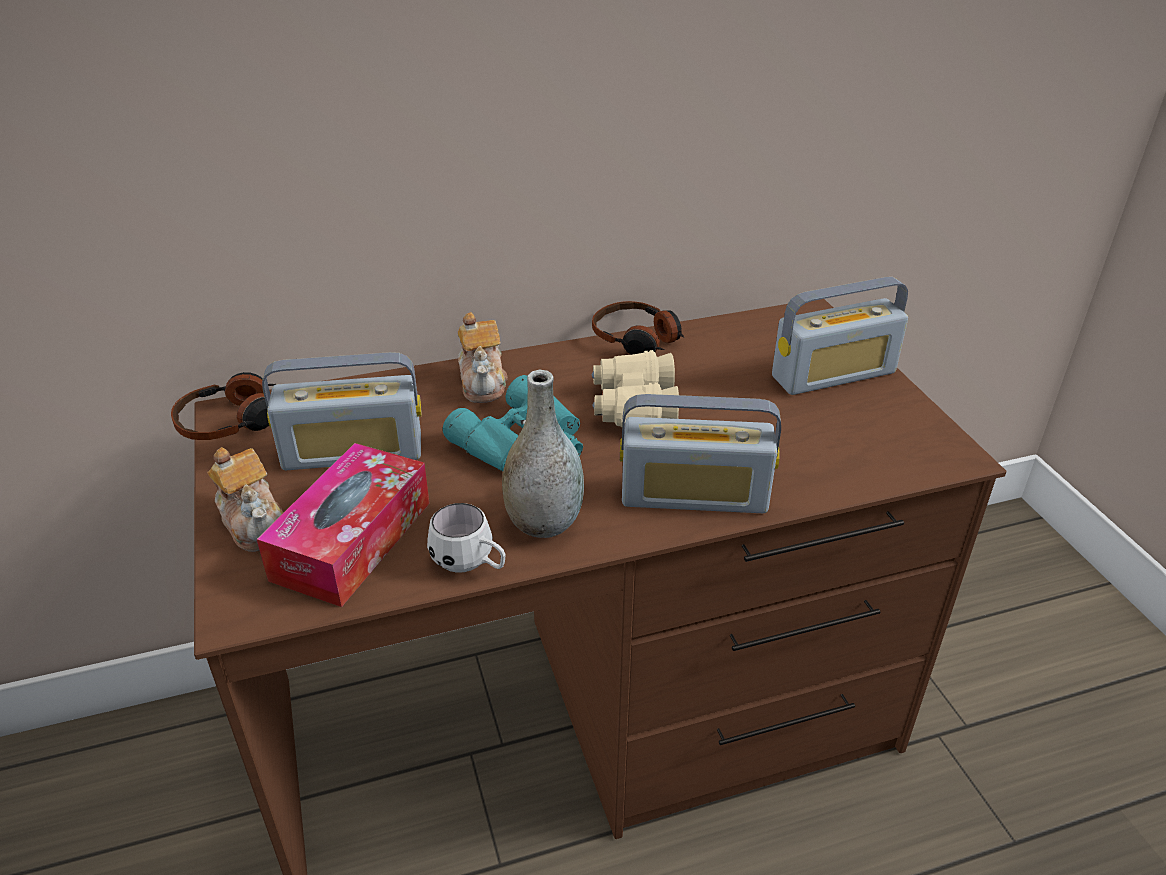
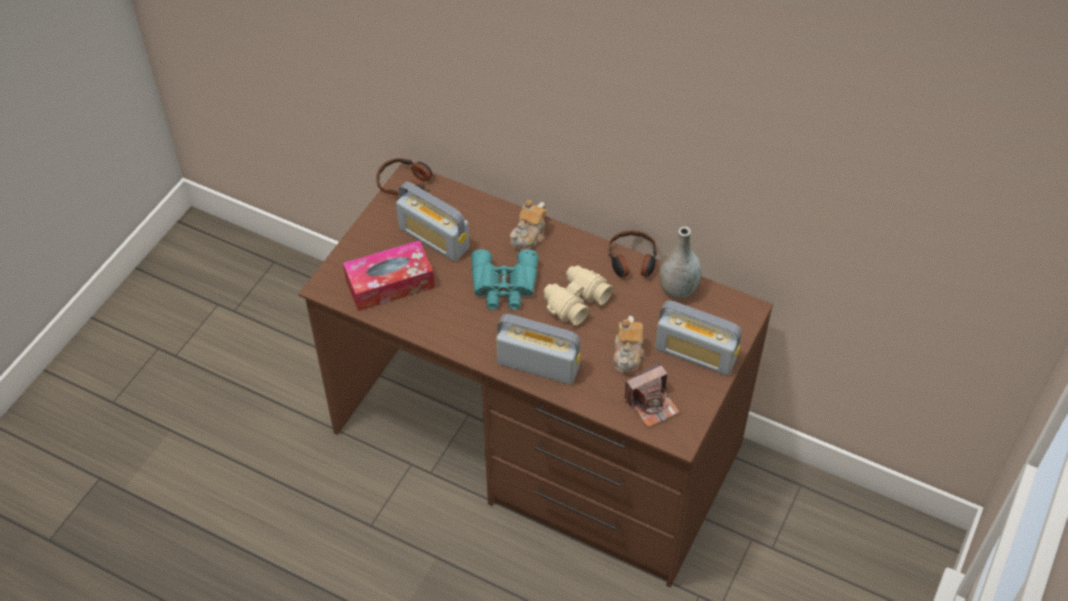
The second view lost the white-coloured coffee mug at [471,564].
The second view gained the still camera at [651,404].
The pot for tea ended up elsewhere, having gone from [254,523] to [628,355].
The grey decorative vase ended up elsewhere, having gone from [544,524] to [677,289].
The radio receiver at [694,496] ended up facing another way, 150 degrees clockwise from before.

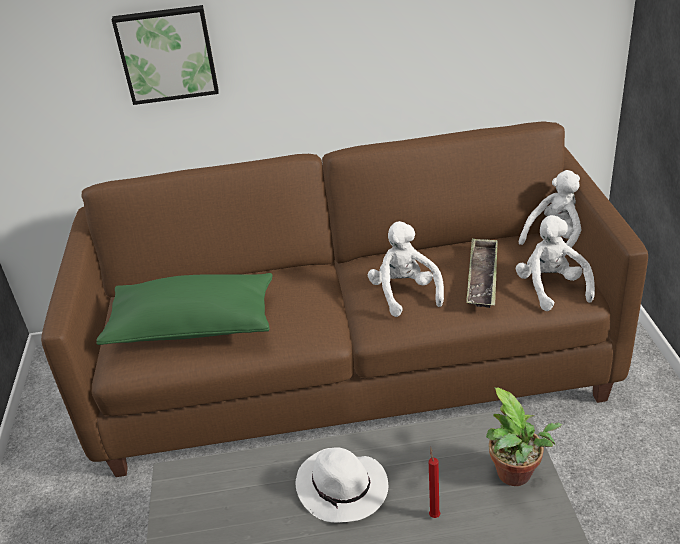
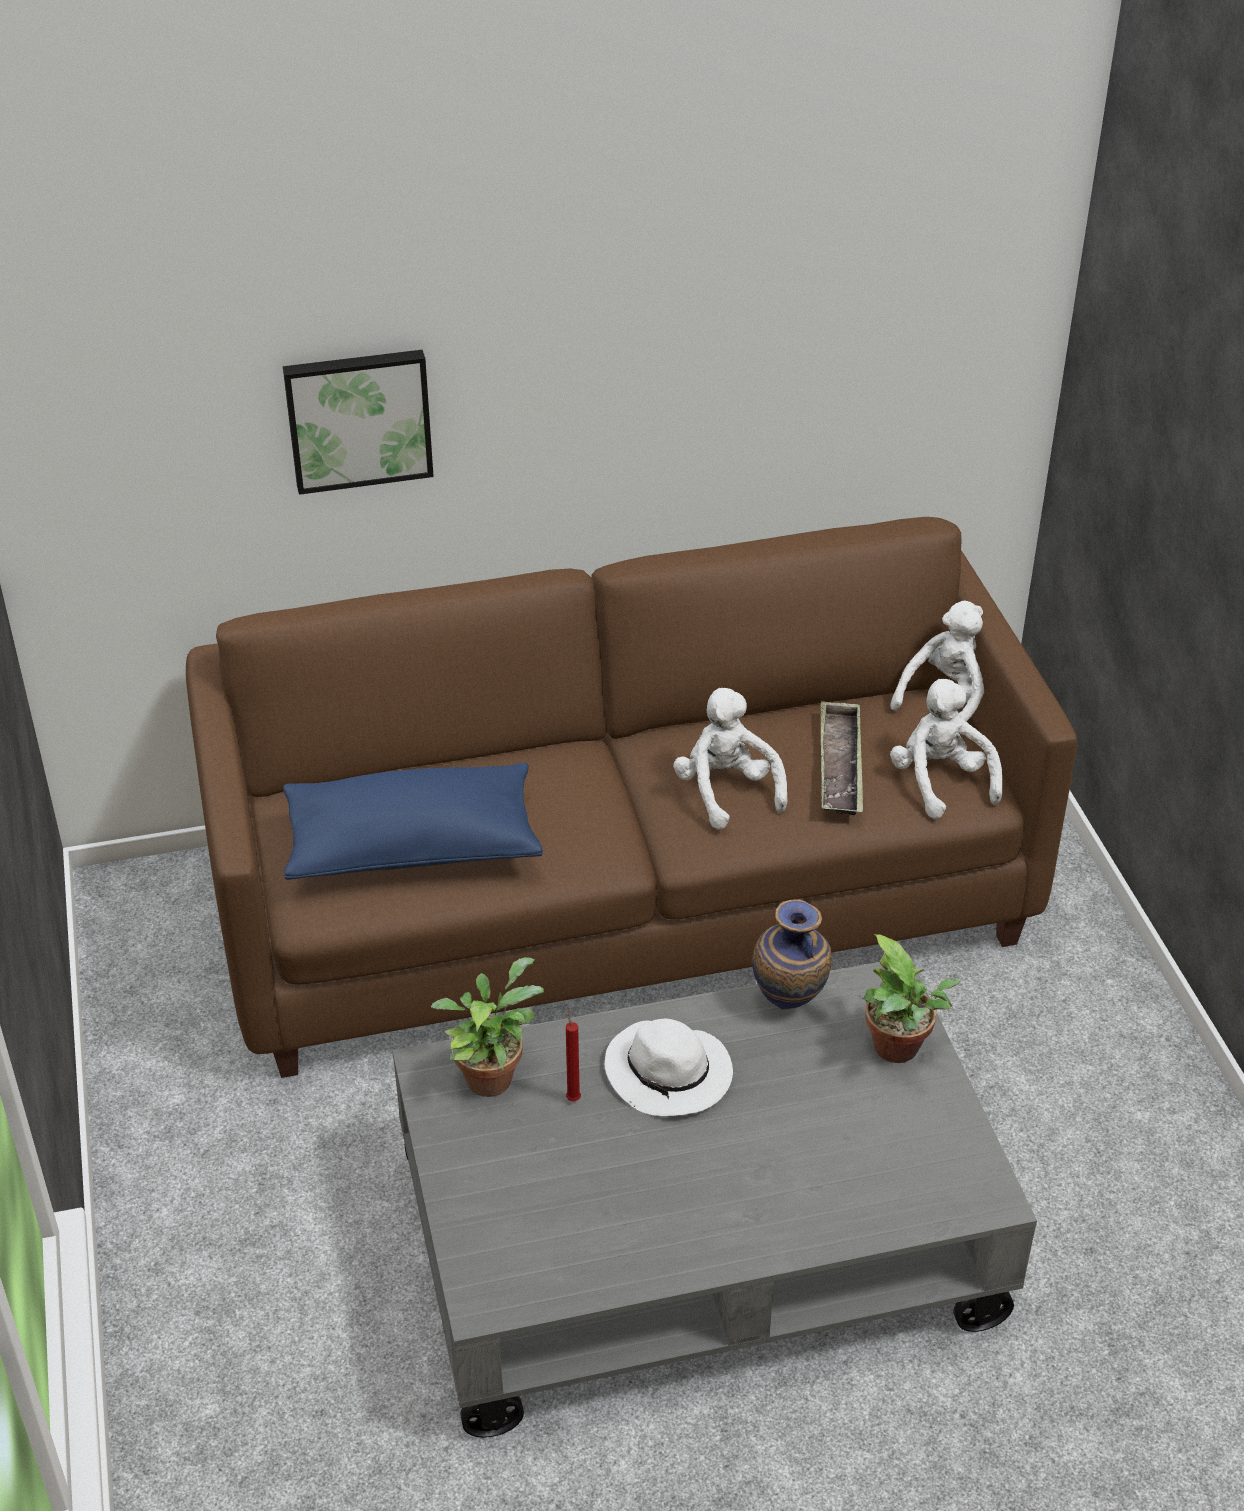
The second view gained the plant in a pot at [490,1074].
The second view gained the decorative vase at [789,1003].
The reddish wax candle ended up elsewhere, having gone from [434,514] to [573,1097].
What was the green pillow at [193,326] turned into the blue pillow at [413,847].

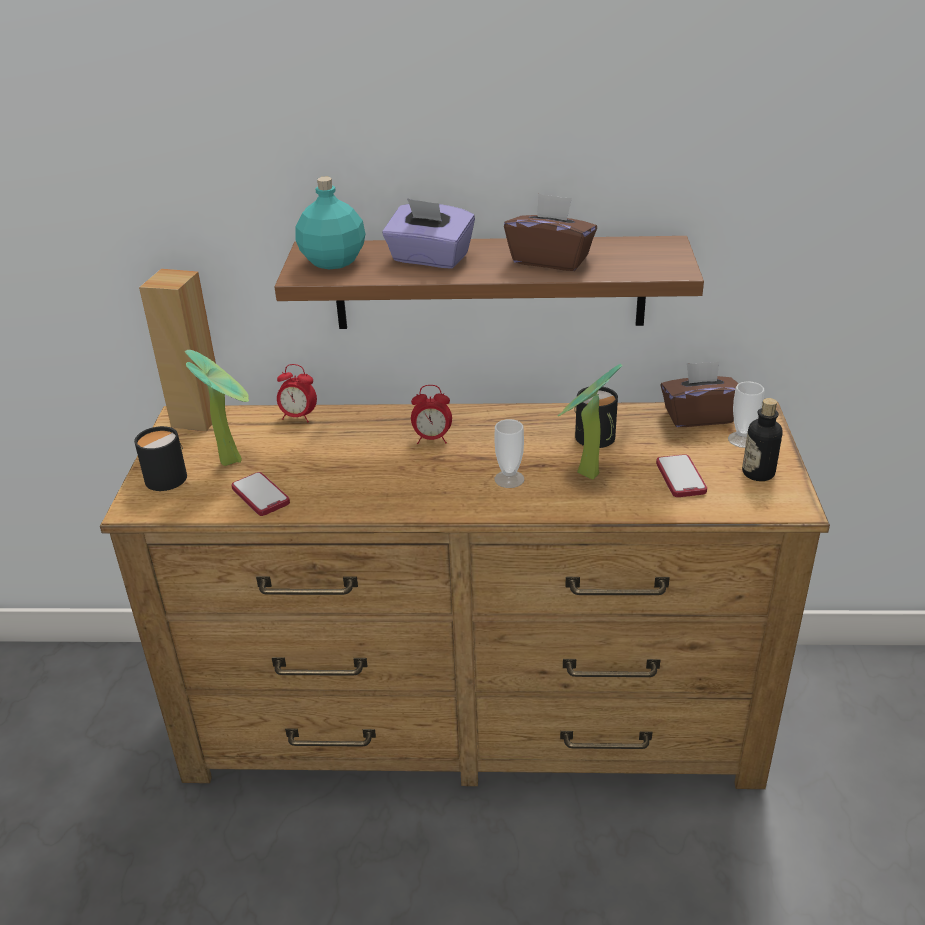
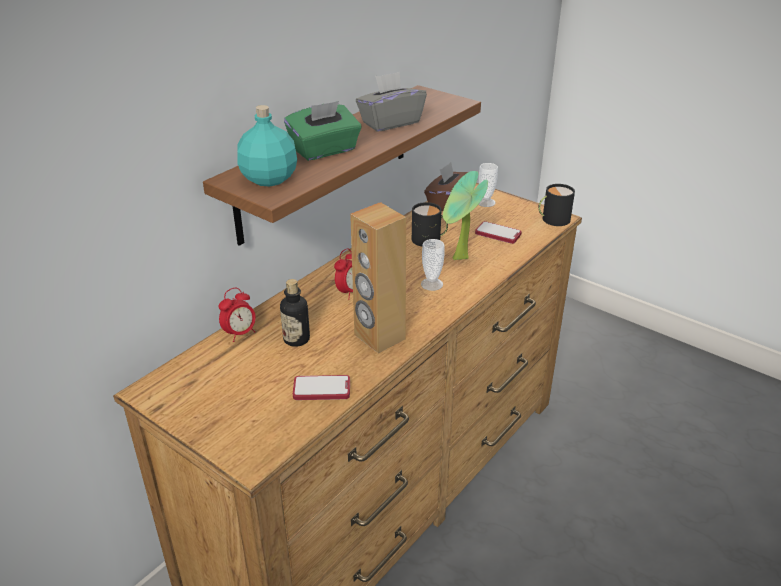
The second view lost the plant in a pot at [233,458].
The black coffee mug ended up elsewhere, having gone from [163,476] to [553,219].
The brown speaker ended up elsewhere, having gone from [197,418] to [379,337].
The bottle ended up elsewhere, having gone from [758,473] to [296,339].
What was the purplish tissue holder at [429,259] turned into the green tissue holder at [324,150].
What was the brown tissue holder at [550,260] turned into the grey tissue holder at [390,122].

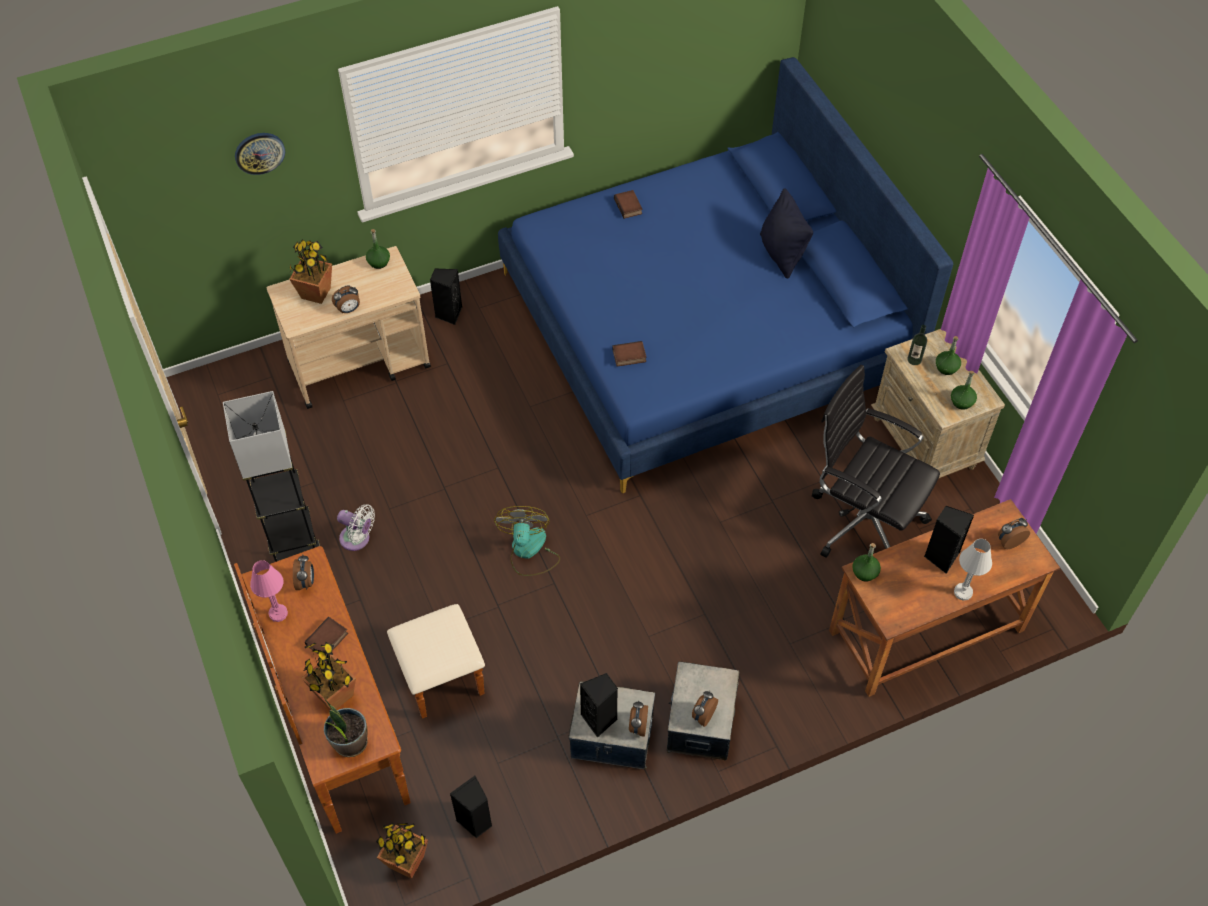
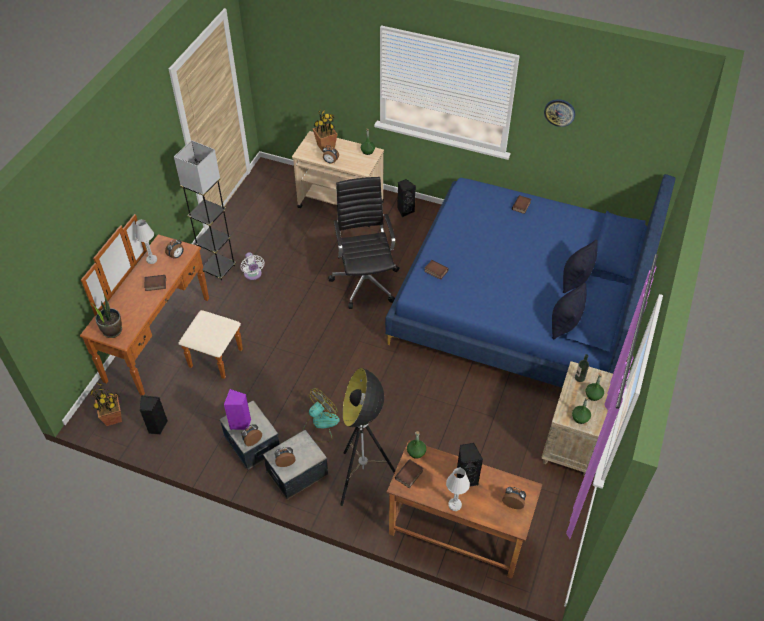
The second view lost the plant in a pot at [335,696].
The second view gained the standard lamp at [364,479].
The second view gained the book at [409,475].
The second view gained the black pillow at [564,324].
The wall clock ended up elsewhere, having gone from [259,152] to [559,112].
The cooling fan ended up elsewhere, having gone from [529,551] to [320,424].
The black desk chair ended up elsewhere, having gone from [863,520] to [365,281].
What was the pink lamp for a table at [278,613] turned into the white-coloured lamp for a table at [151,260].
What was the black speaker at [600,719] turned into the purplish speaker at [240,423].

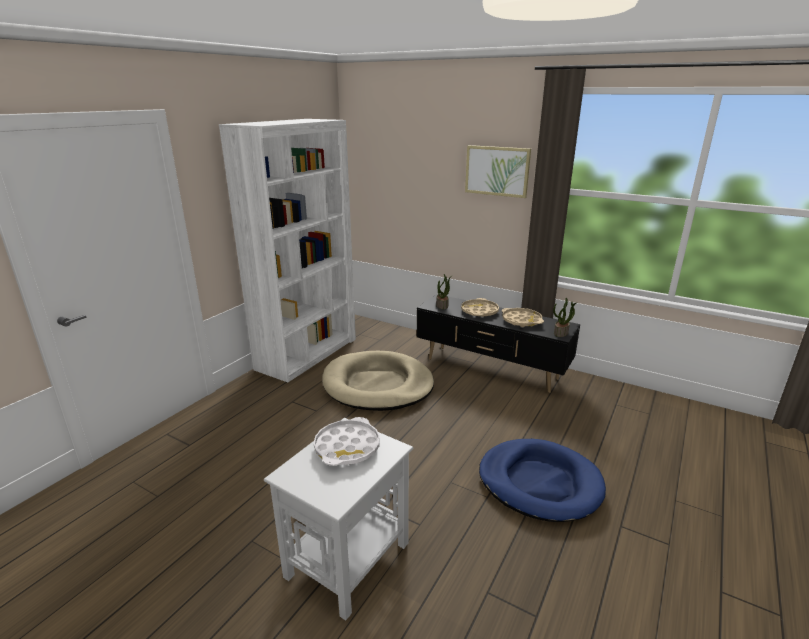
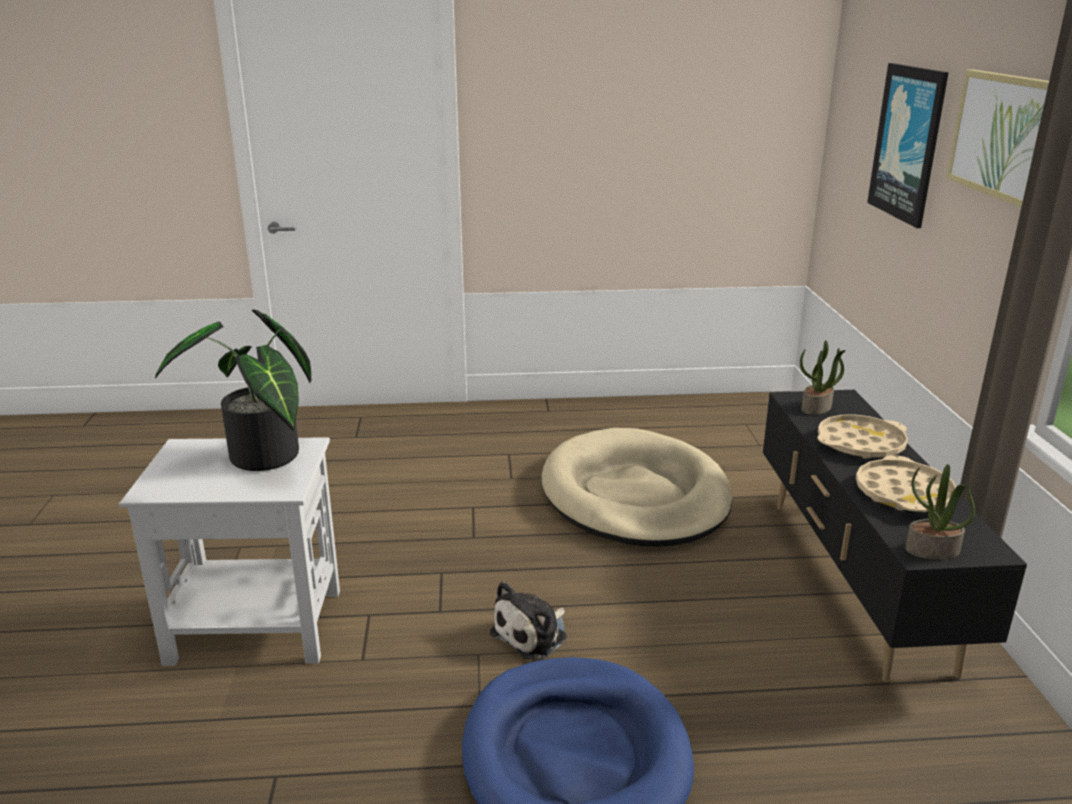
The second view lost the white-coloured shelving unit at [308,353].
The second view gained the plush toy at [533,634].
The second view gained the wall art at [908,143].
Where the white-coloured serving tray stood at [347,447], the plant in a pot came to stand at [263,460].

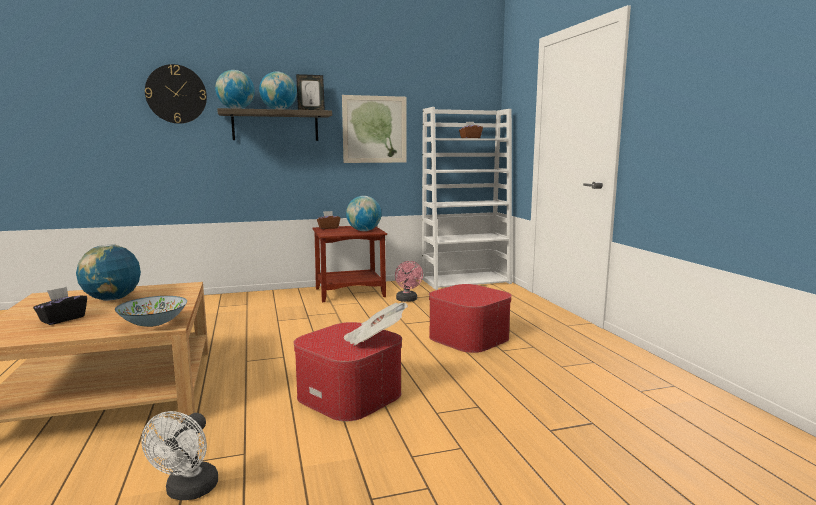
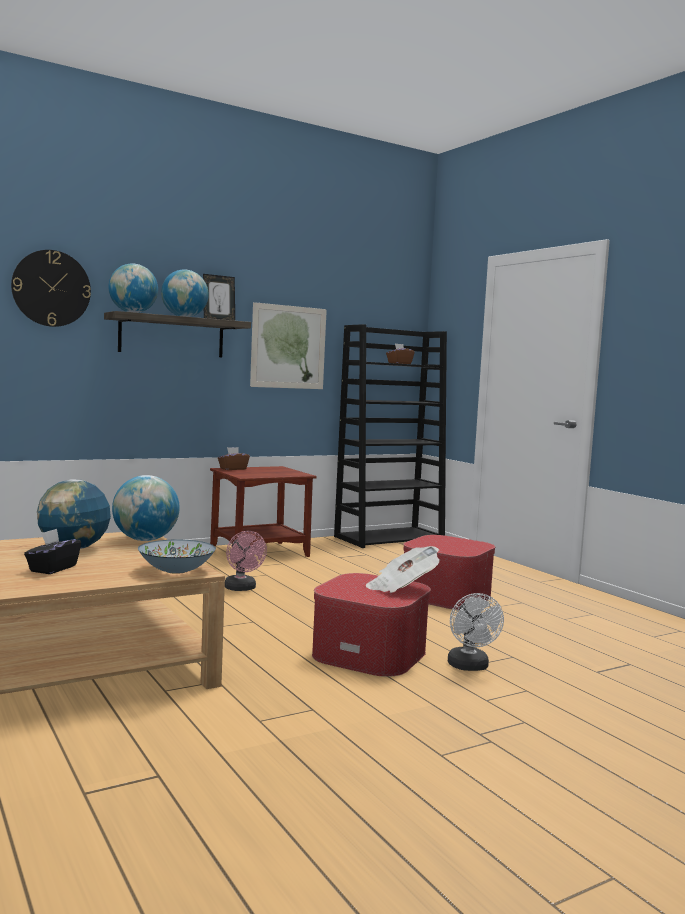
The white-coloured cooling fan ended up elsewhere, having gone from [188,492] to [470,667].
The world globe ended up elsewhere, having gone from [364,231] to [145,540].
The pink cooling fan ended up elsewhere, having gone from [407,300] to [242,589].
What was the white-coloured shelving unit at [466,281] turned into the black shelving unit at [390,538].

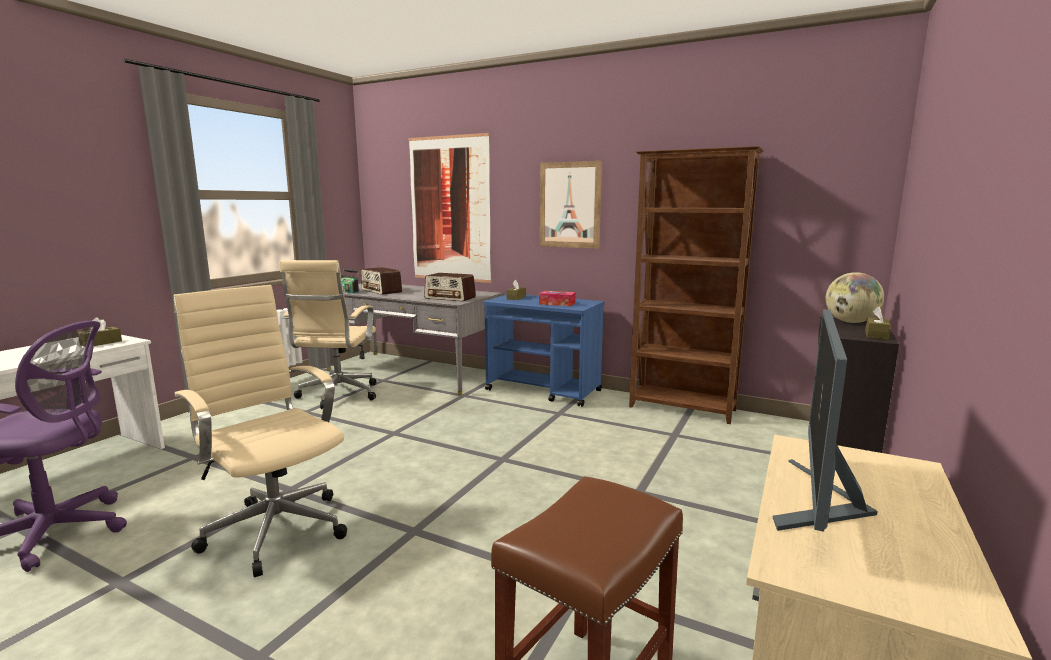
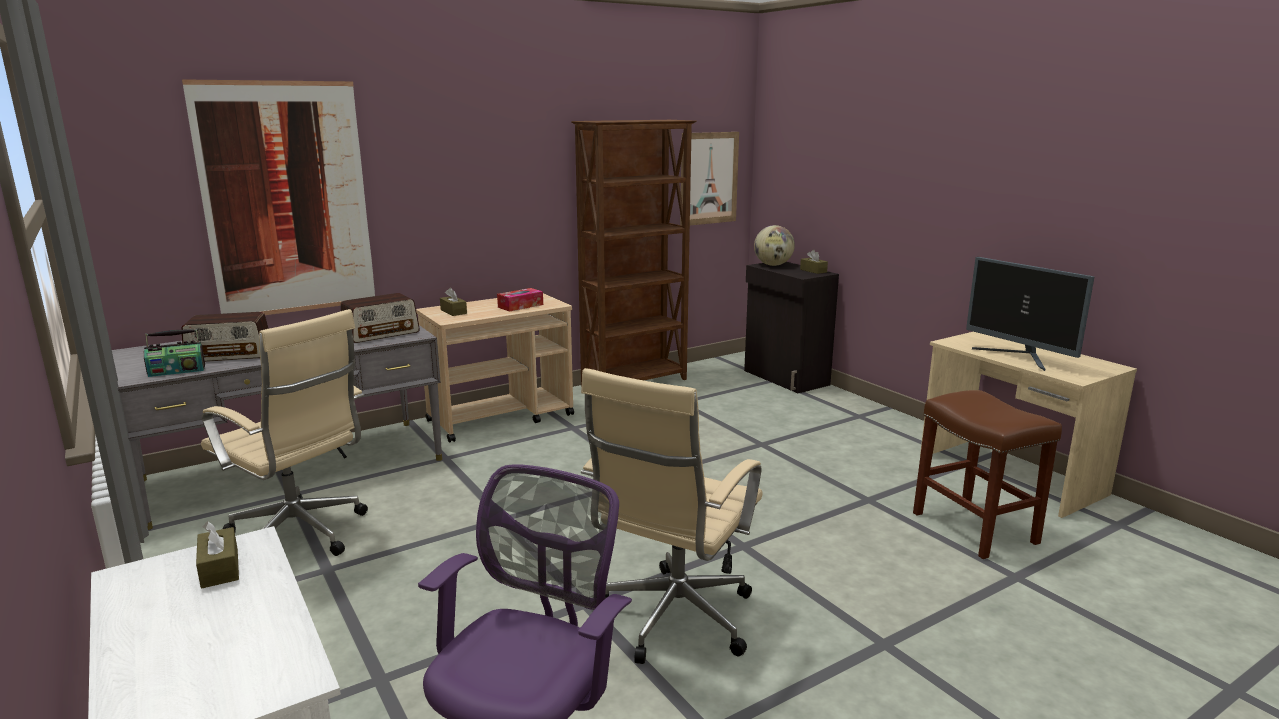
The wall art ended up elsewhere, having gone from [570,205] to [709,178].
What was the blue cart at [544,390] turned into the sand-coloured cart at [501,417].
The sand-coloured desk chair at [274,528] ended up facing another way, 45 degrees counterclockwise from before.

